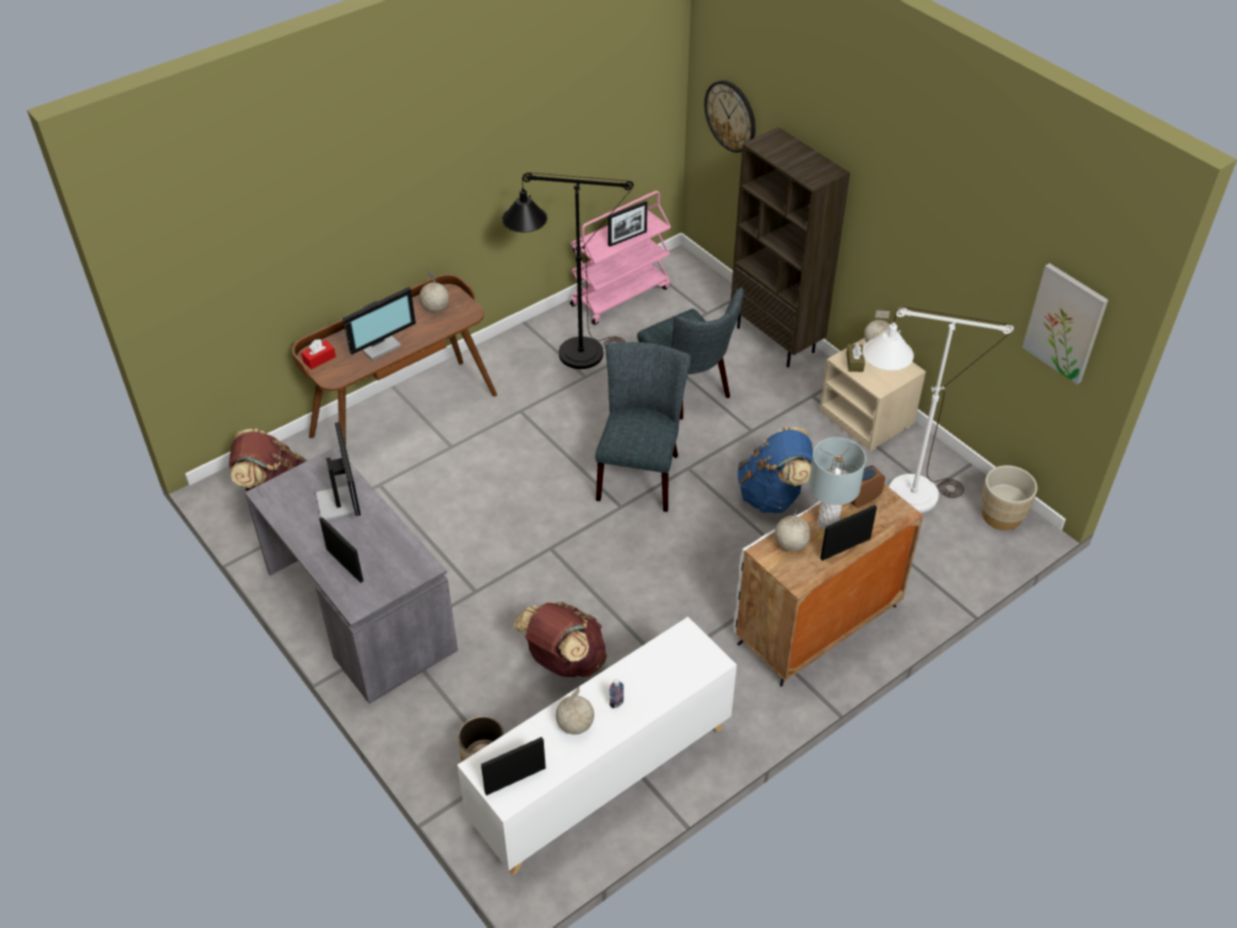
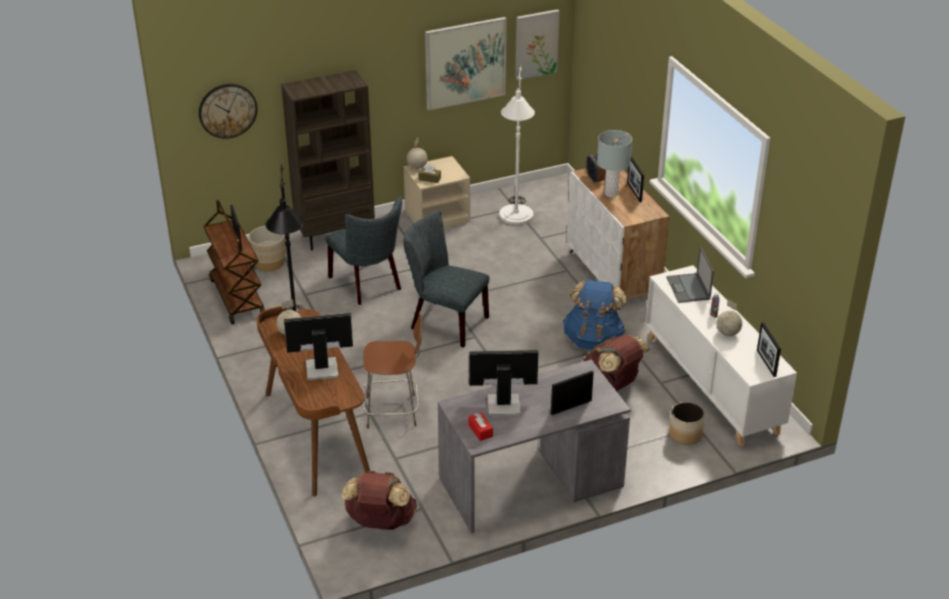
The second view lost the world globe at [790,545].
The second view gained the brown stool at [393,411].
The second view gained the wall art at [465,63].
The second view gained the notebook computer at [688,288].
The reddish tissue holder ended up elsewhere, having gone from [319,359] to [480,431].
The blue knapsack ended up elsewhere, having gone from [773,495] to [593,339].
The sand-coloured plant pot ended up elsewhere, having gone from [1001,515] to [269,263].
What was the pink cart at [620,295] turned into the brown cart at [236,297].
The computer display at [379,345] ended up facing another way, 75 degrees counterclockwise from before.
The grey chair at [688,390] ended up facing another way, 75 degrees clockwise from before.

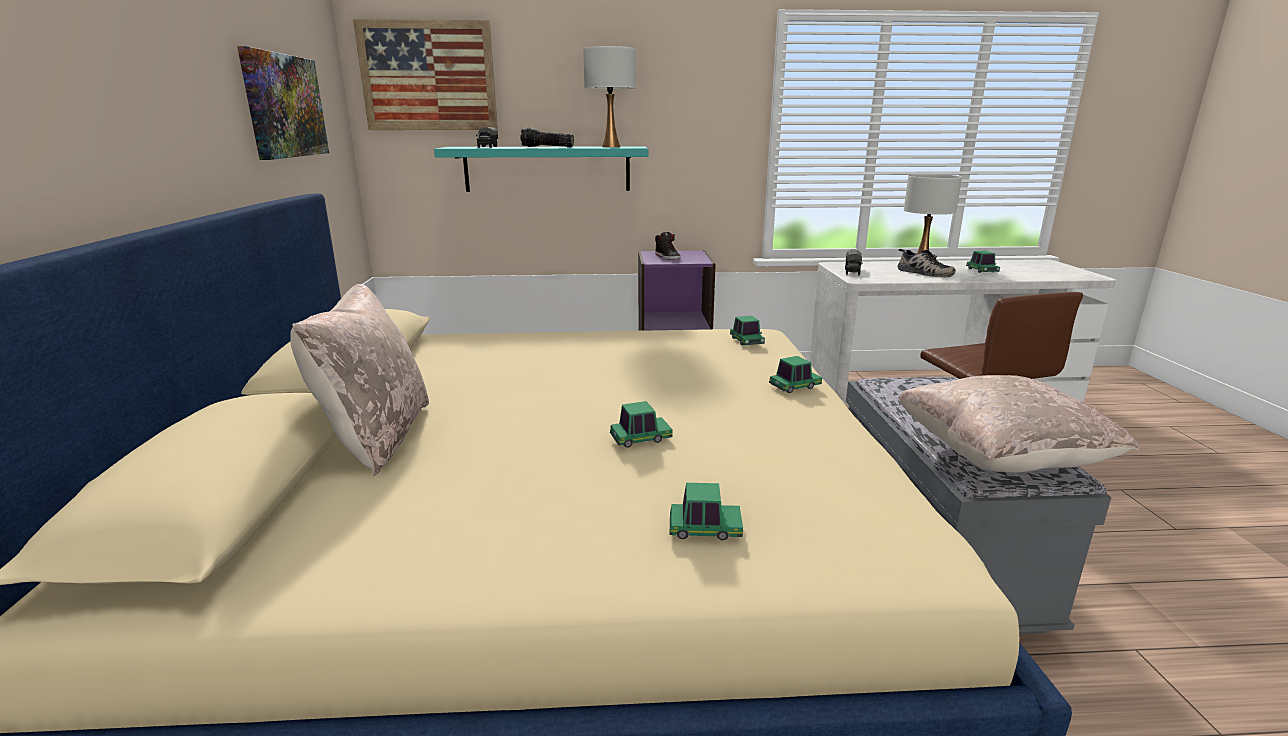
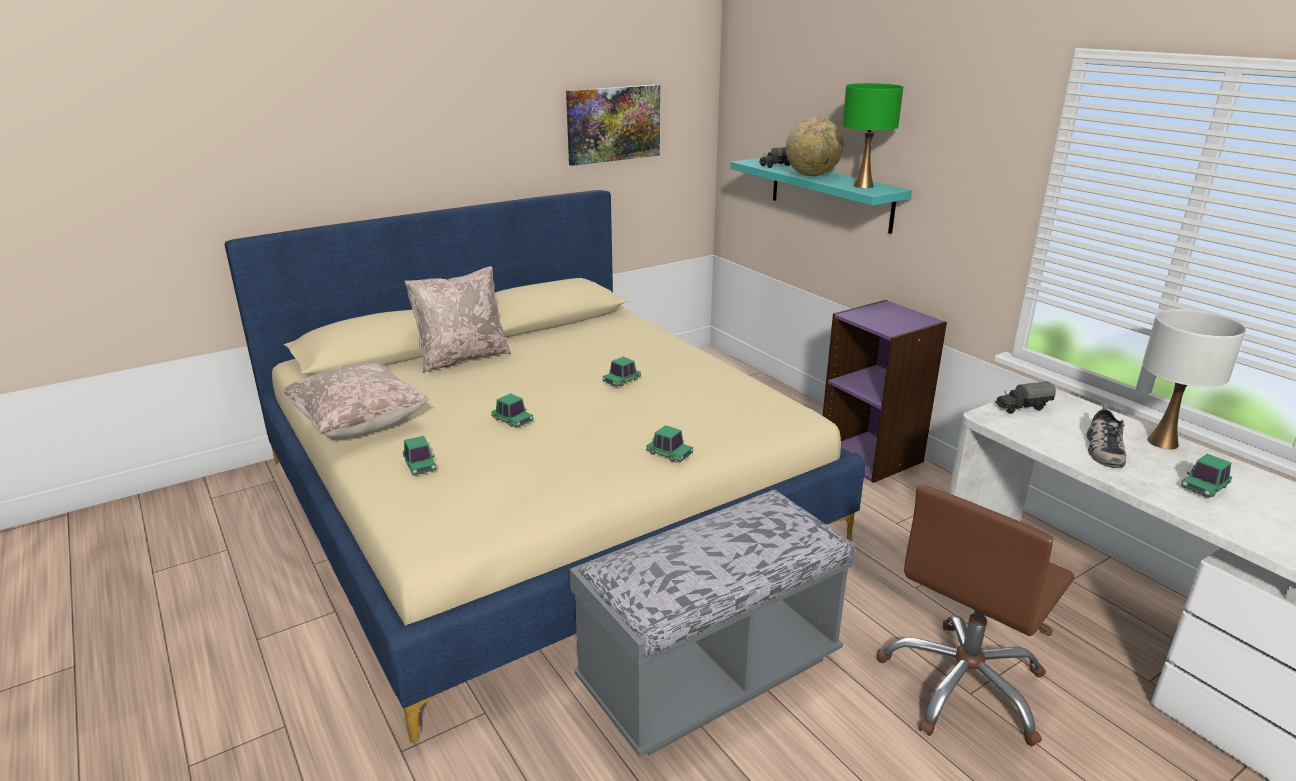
The second view lost the wall art at [428,76].
The second view lost the black item of footwear at [668,257].
The model car ended up elsewhere, having gone from [746,341] to [622,381].
The sand-coloured pillow ended up elsewhere, having gone from [998,458] to [359,424].
Where the flashlight stood at [547,147], the world globe came to stand at [812,175].
What was the white-coloured lamp for a table at [611,147] turned into the green lamp for a table at [863,186].

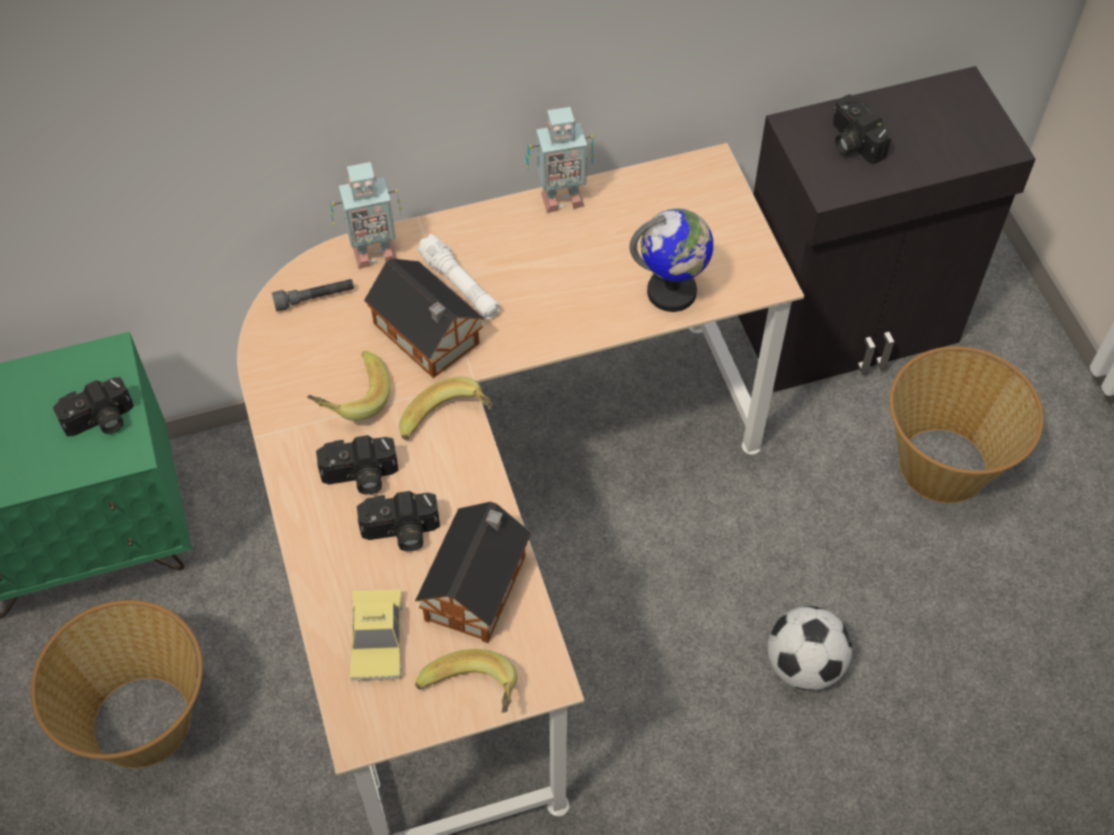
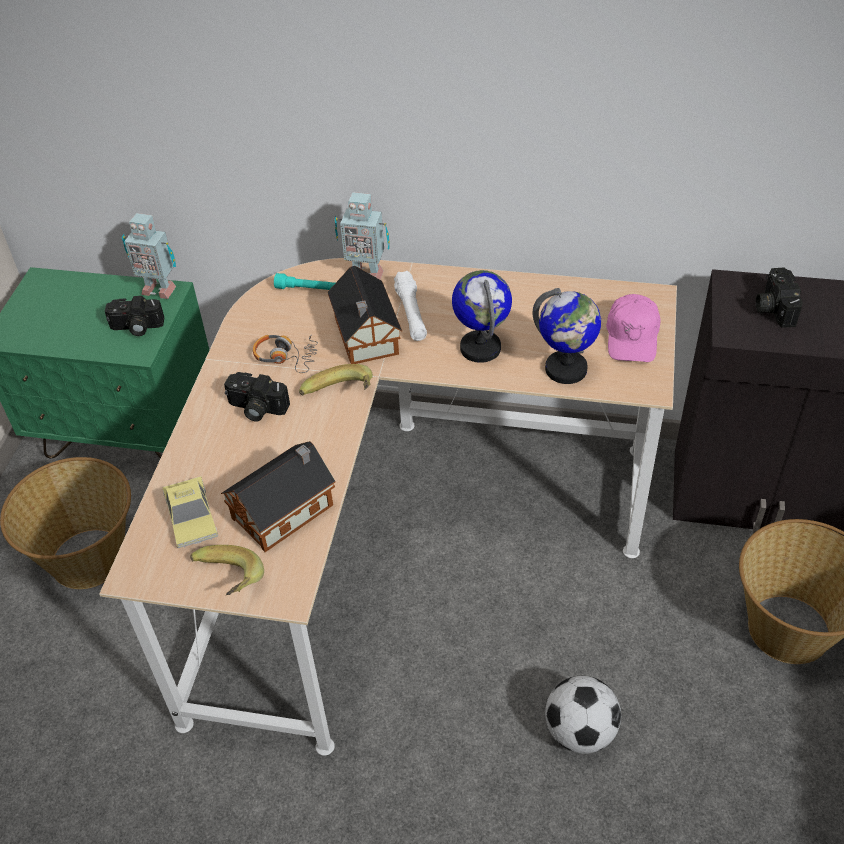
The second view lost the still camera at [400,533].
The second view gained the world globe at [481,348].
The second view gained the pink peaked cap at [632,337].
The robot figure ended up elsewhere, having gone from [560,198] to [159,289].
Where the whole banana stood at [350,397], the pair of headphones came to stand at [286,357].
What was the grey flashlight at [315,299] turned into the blue-green flashlight at [306,289].
The model car at [377,638] ended up facing another way, 45 degrees counterclockwise from before.

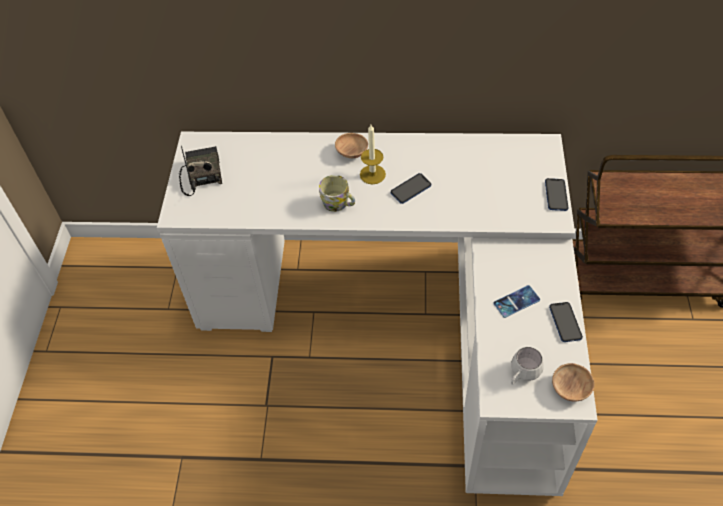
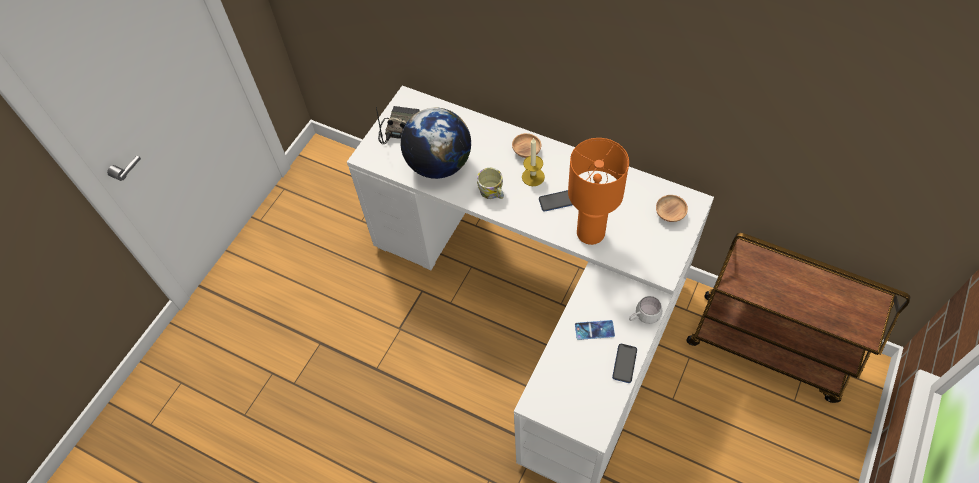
The second view lost the telephone at [556,195].
The second view gained the world globe at [439,164].
The second view gained the orange lamp for a table at [591,233].
The white-coloured coffee mug ended up elsewhere, having gone from [522,375] to [643,317].
The brown bowl ended up elsewhere, having gone from [570,388] to [670,213].

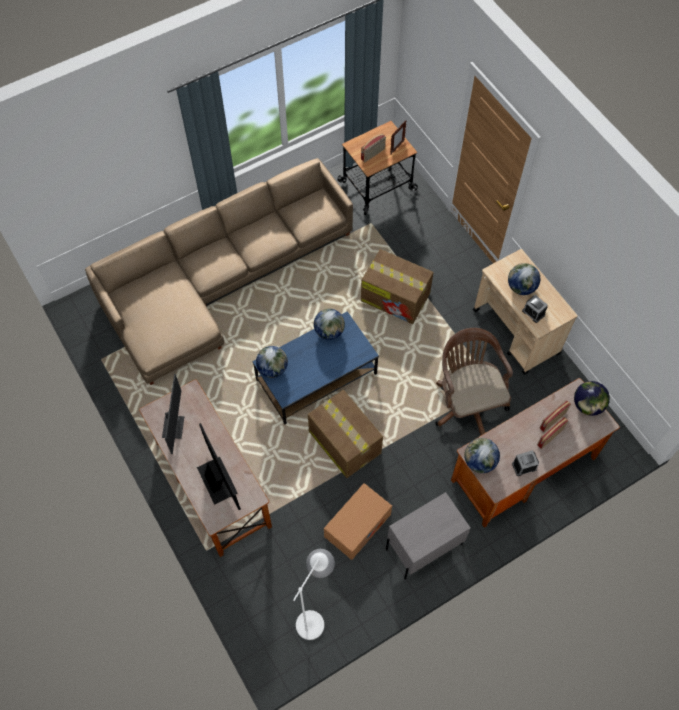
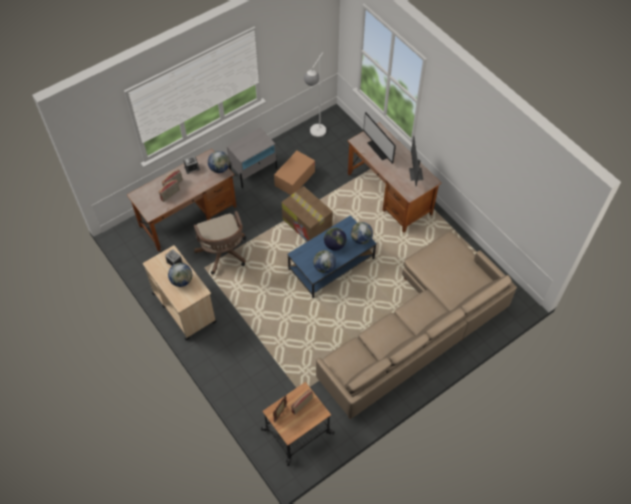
The second view lost the packing box at [396,297].
The world globe ended up elsewhere, having gone from [587,405] to [335,245].

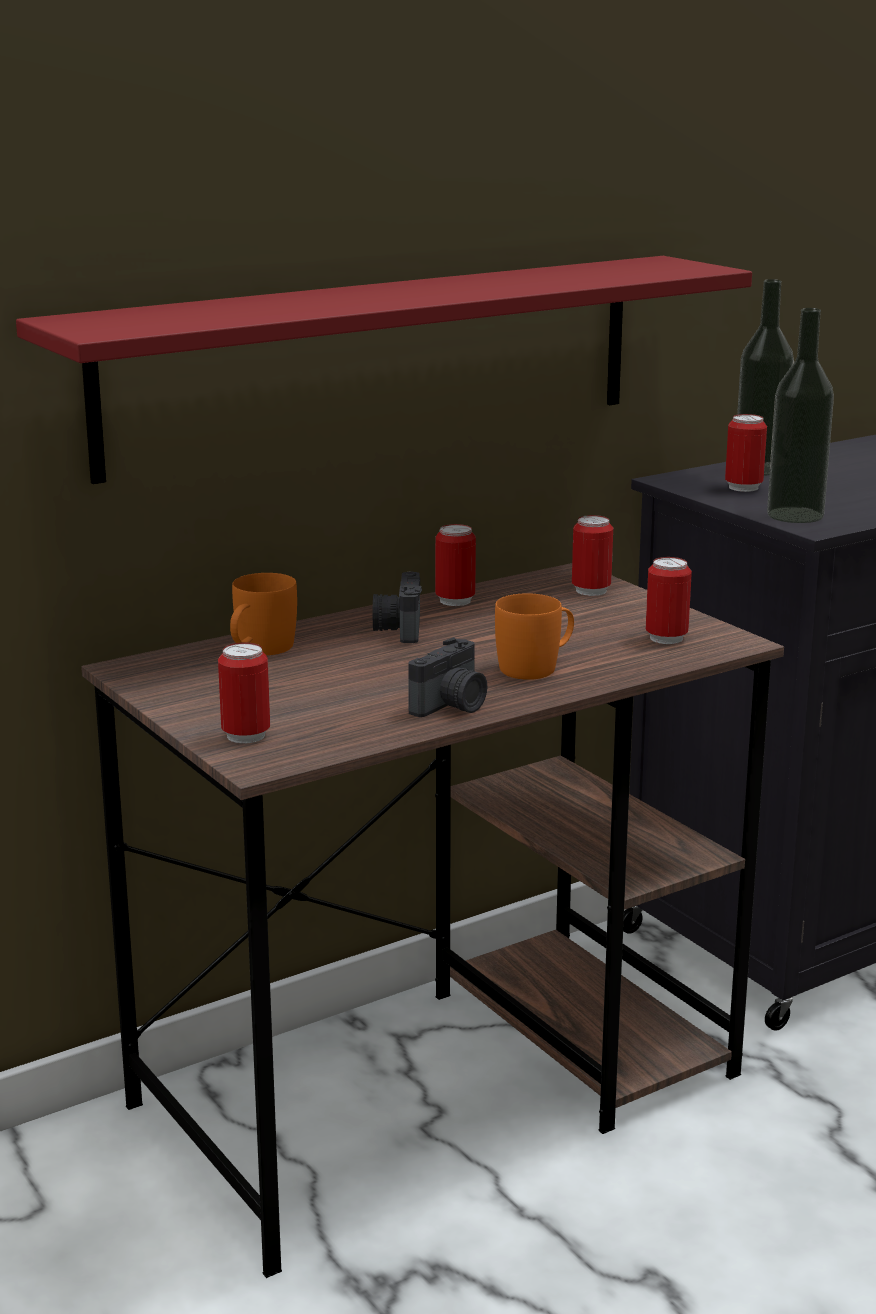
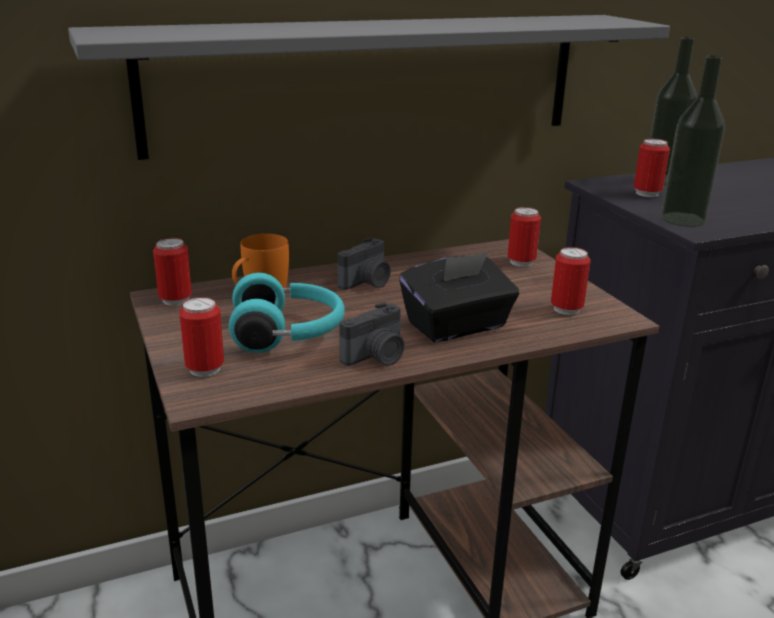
The second view gained the blue-green pair of headphones at [289,334].
The sealed can ended up elsewhere, having gone from [455,601] to [175,300].
Where the orange coffee mug stood at [537,667], the black tissue holder came to stand at [457,326].
What was the reddish shelf at [376,362] turned into the grey shelf at [369,82].
The still camera at [398,629] ended up facing another way, 150 degrees counterclockwise from before.

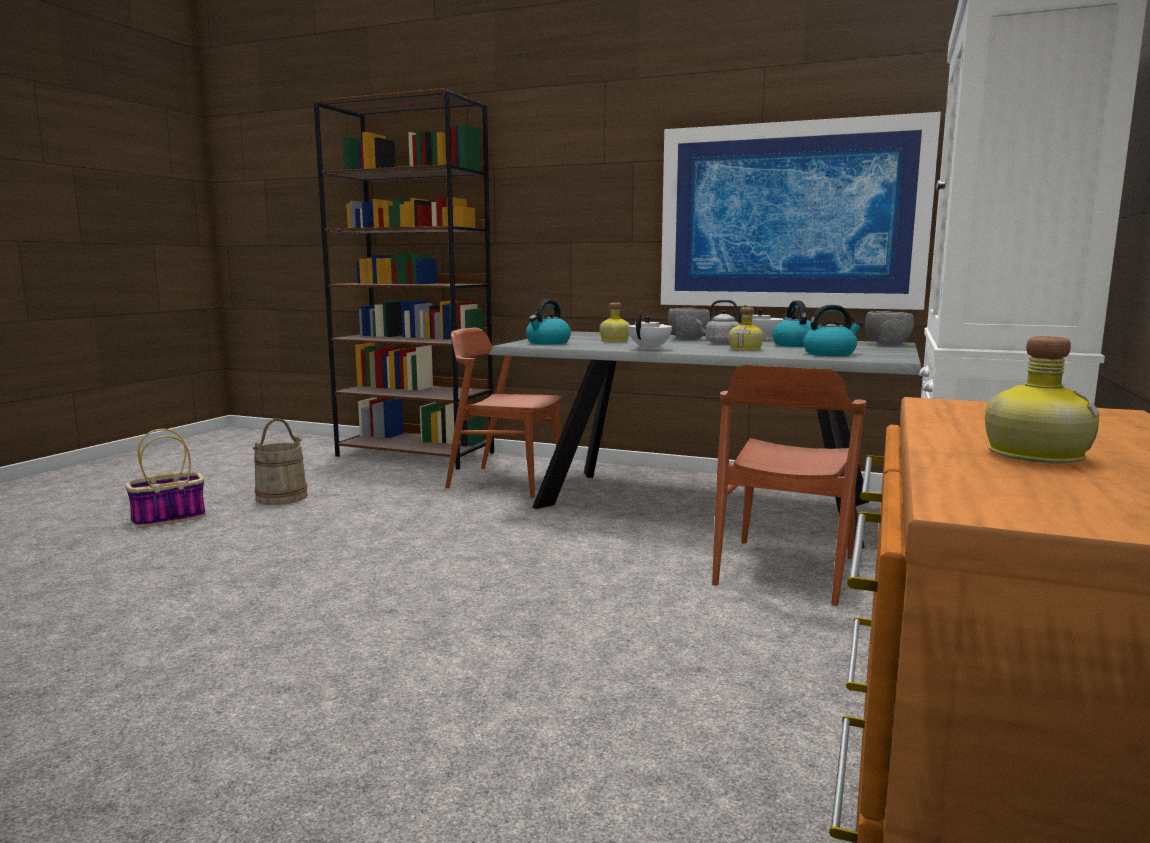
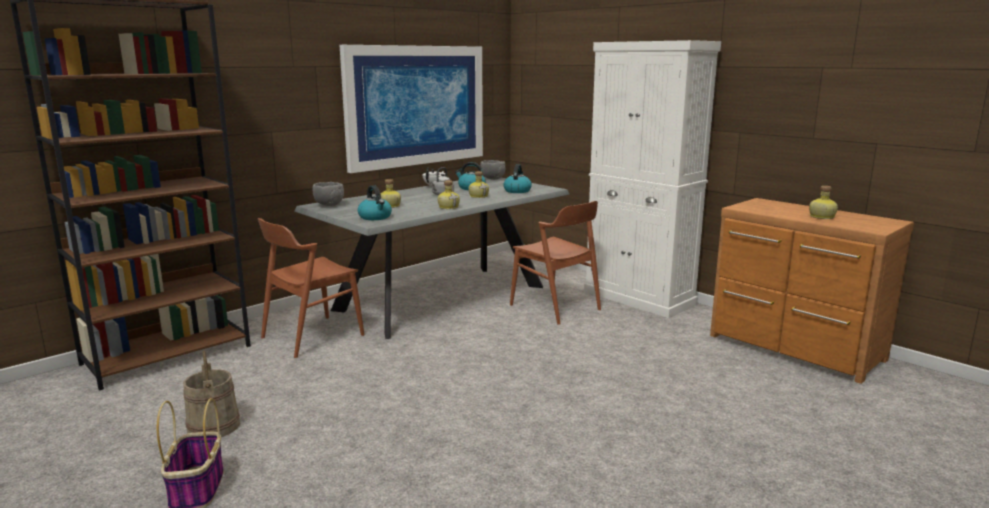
The grey bowl ended up elsewhere, having gone from [687,339] to [329,205].
Where the white-coloured pot for tea stood at [650,349], the bottle came to stand at [449,207].

